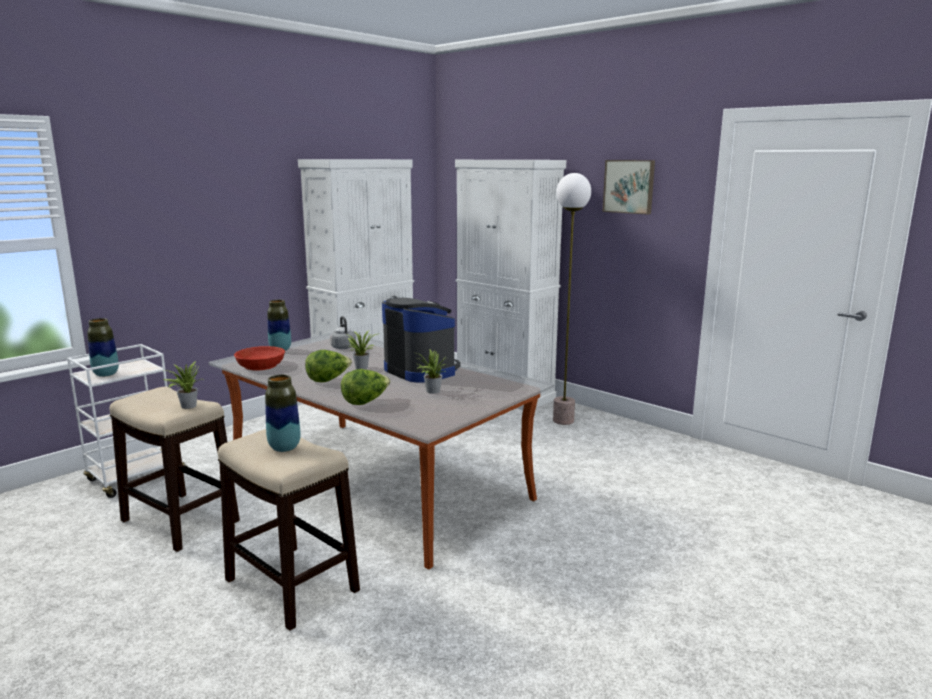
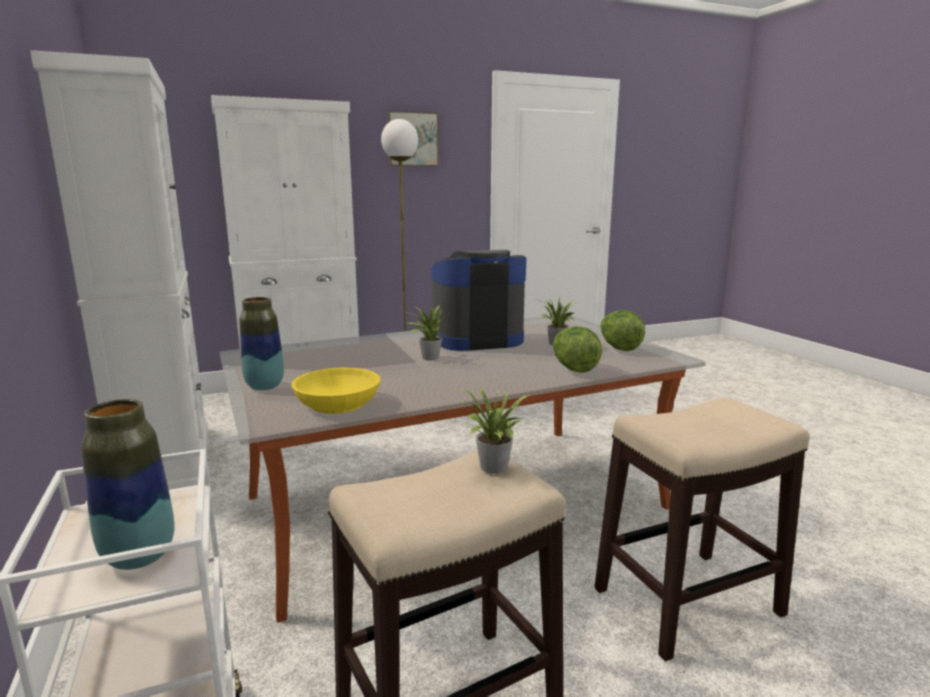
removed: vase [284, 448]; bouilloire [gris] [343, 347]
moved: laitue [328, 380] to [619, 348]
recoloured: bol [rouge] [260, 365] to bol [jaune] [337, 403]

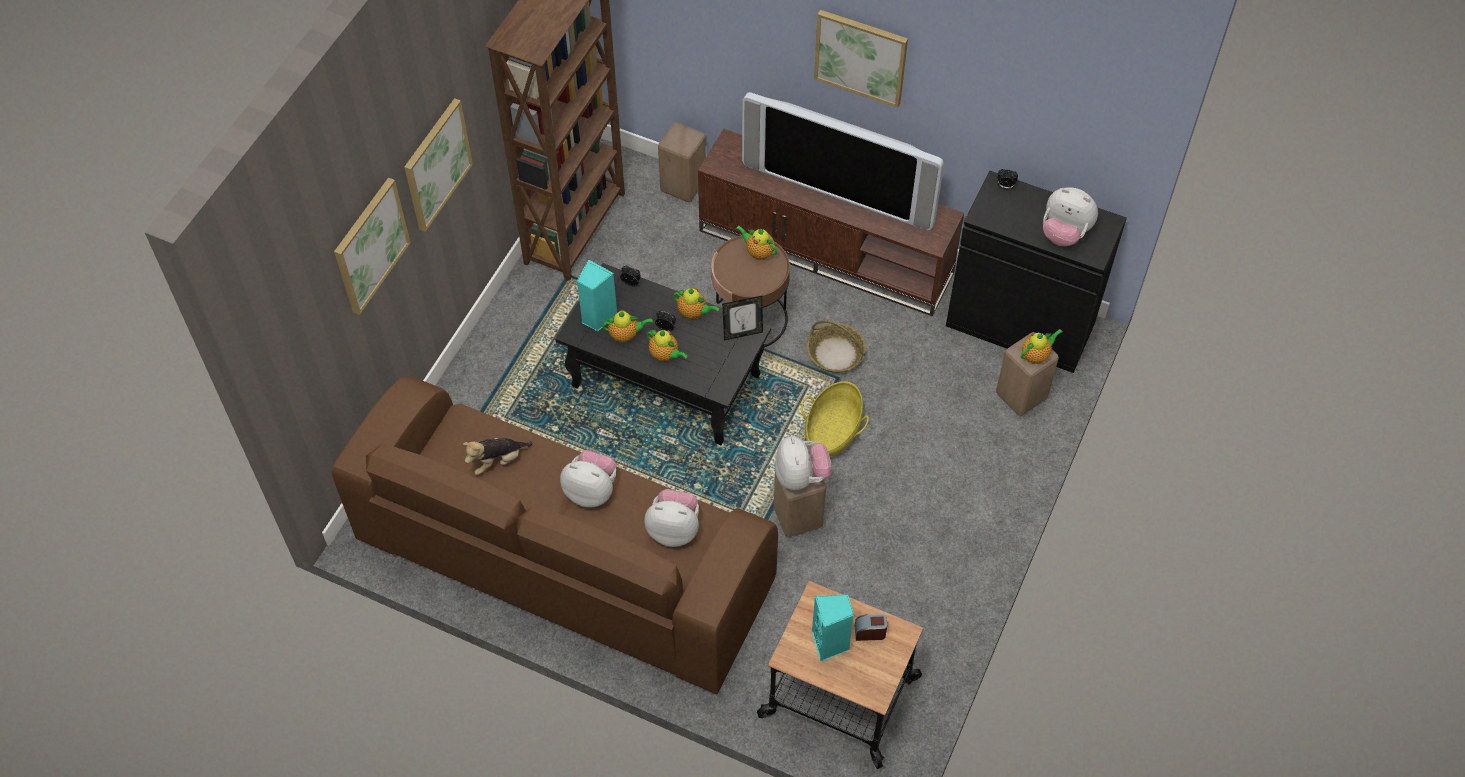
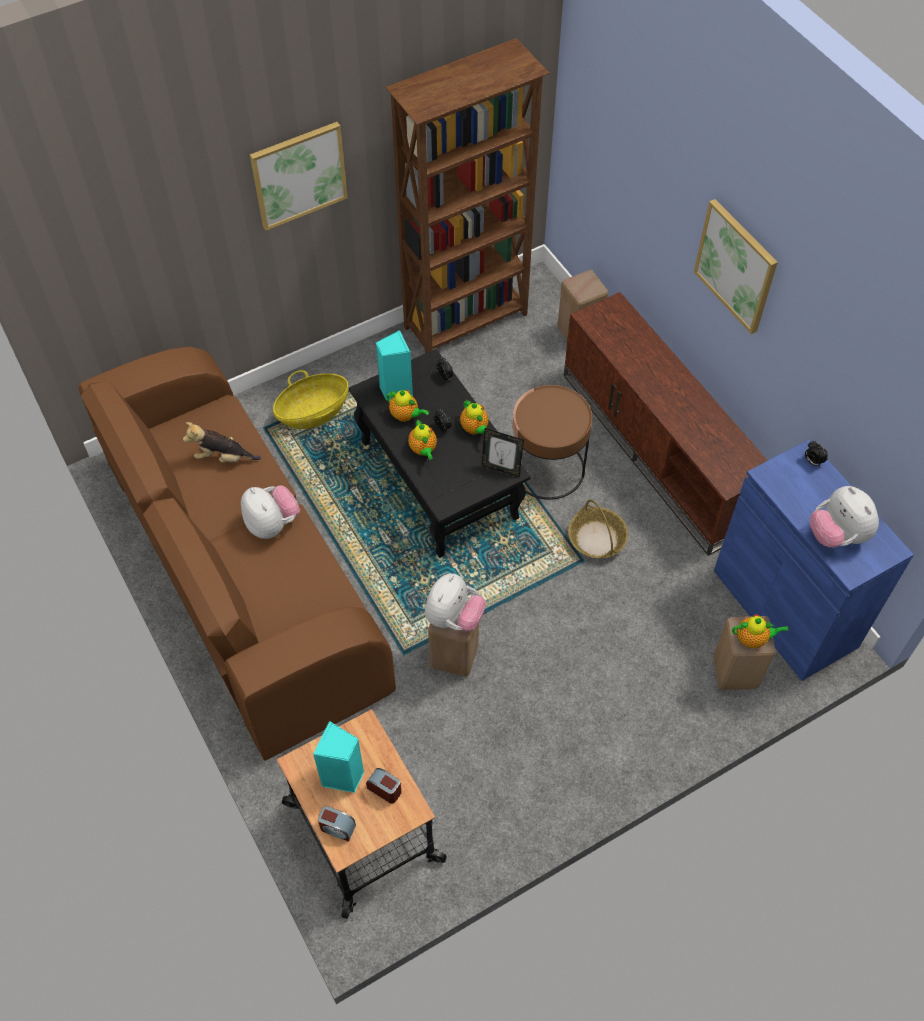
removed: tableau [370, 245]; peluche [674, 529]; théière [758, 252]; téléviseur [839, 190]
added: réveil [337, 828]
moved: panier [833, 431] to [313, 412]
recoloured: meuble de rangement [noir] [1020, 324] to meuble de rangement [bleu] [784, 608]

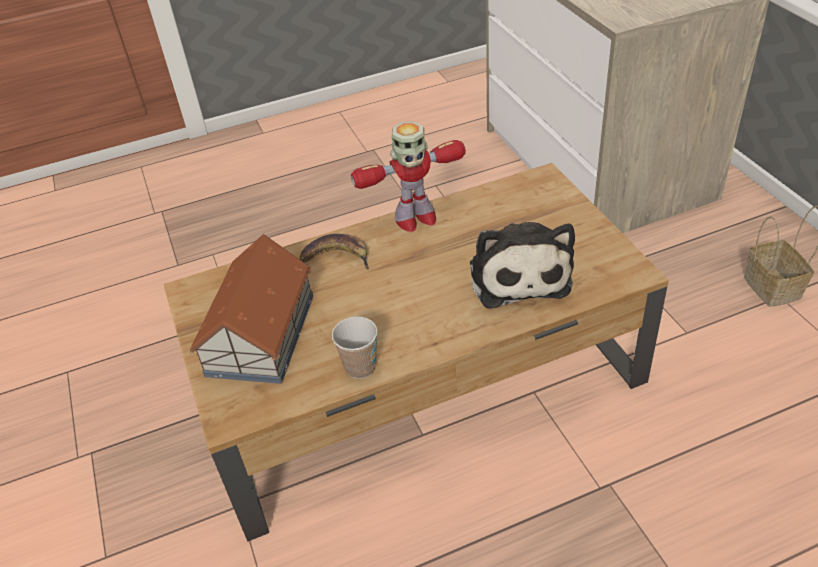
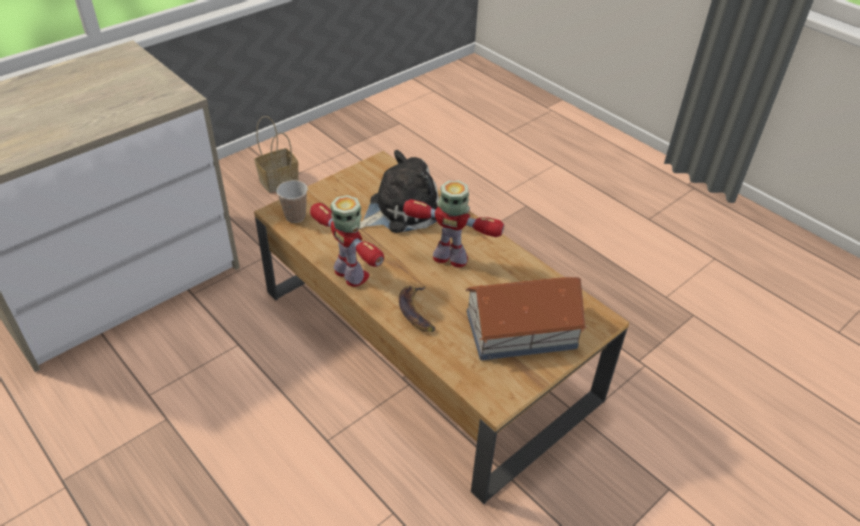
added: robot jouet [451, 258]
moved: tasse [360, 367] to [295, 216]

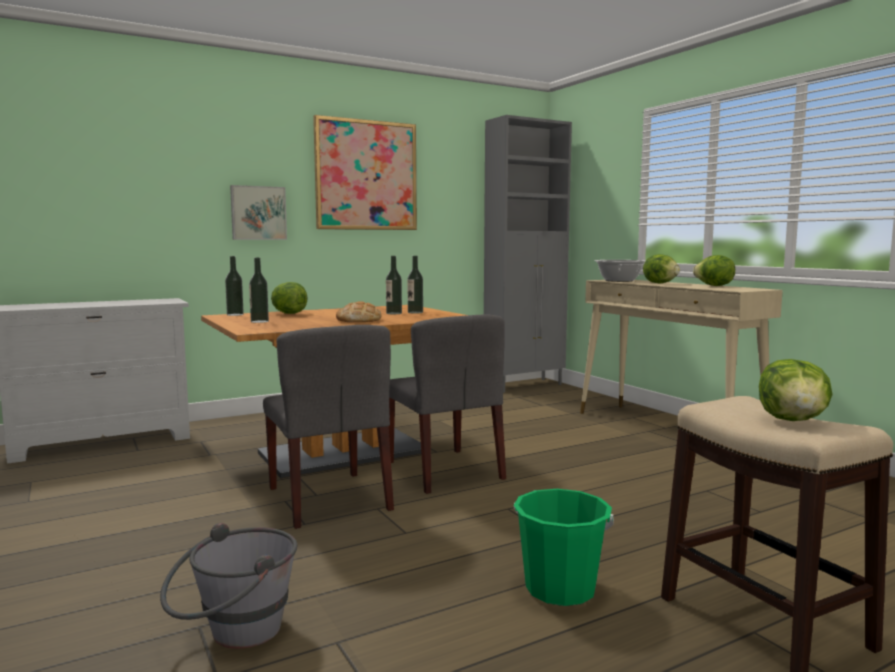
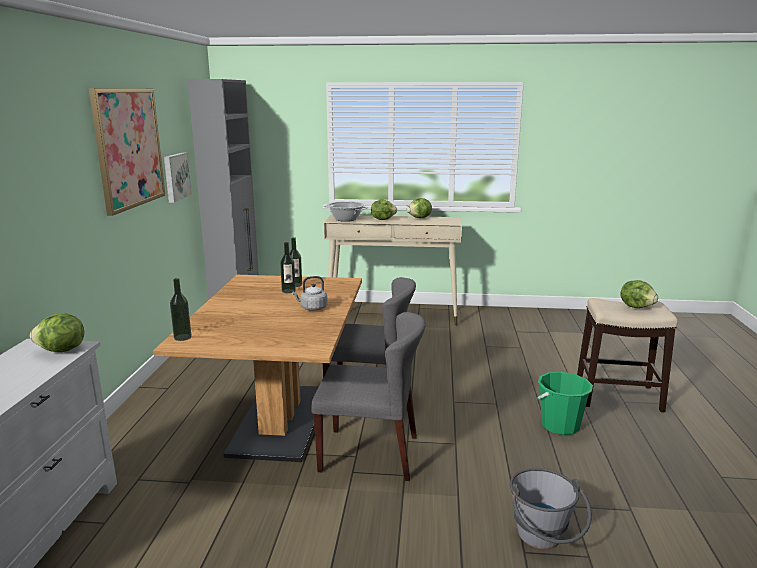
removed: bouteille [259, 321]
moved: tableau [258, 213] to [175, 176]; laitue [288, 313] to [61, 351]
replaced: pain [358, 320] to bouilloire [gris] [312, 308]

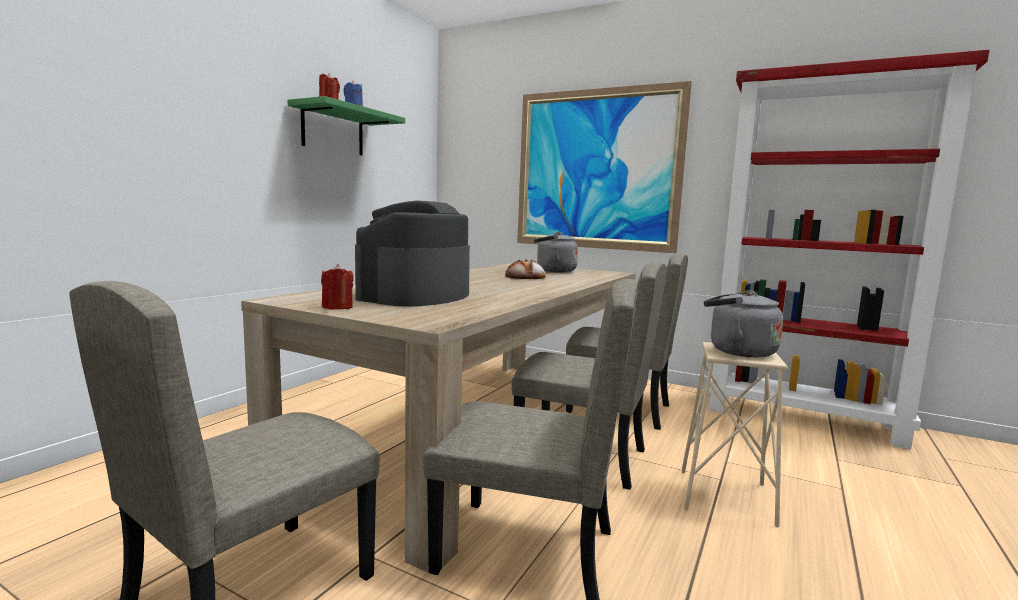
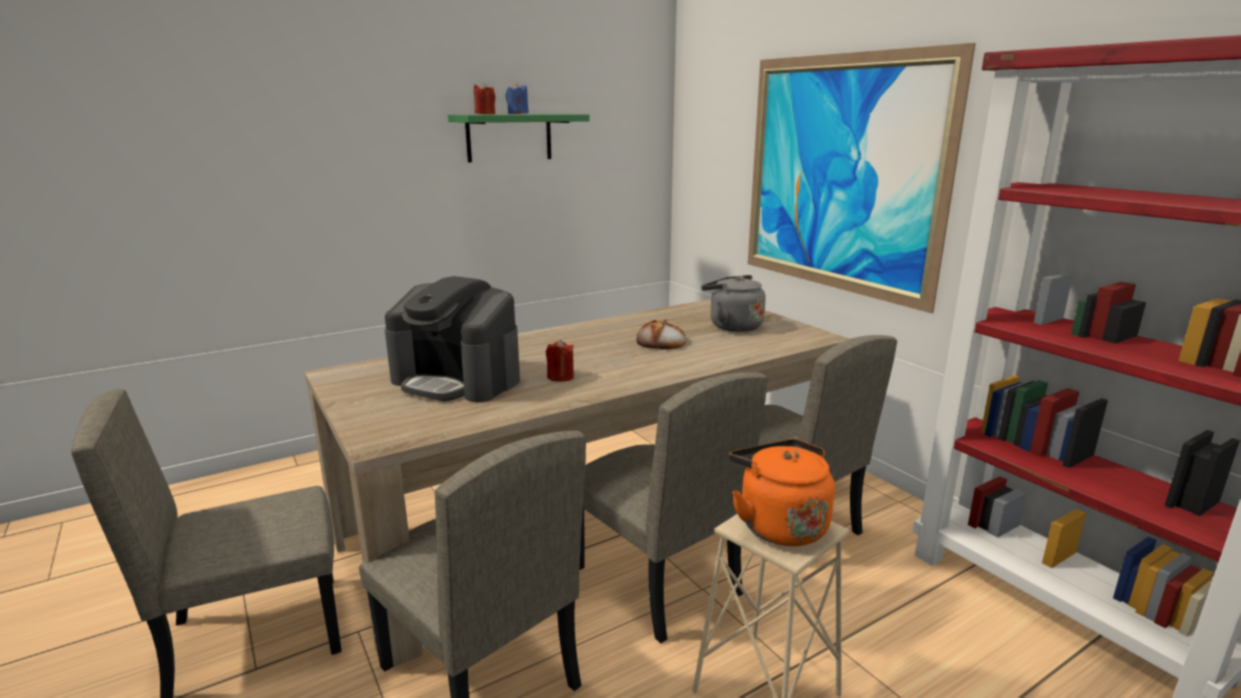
moved: bougie [rouge] [337, 307] to [560, 377]
recoloured: bouilloire [gris] [737, 351] to bouilloire [orange] [778, 524]
turned: machine à café [415, 296] = [457, 380] 120 degrees counterclockwise

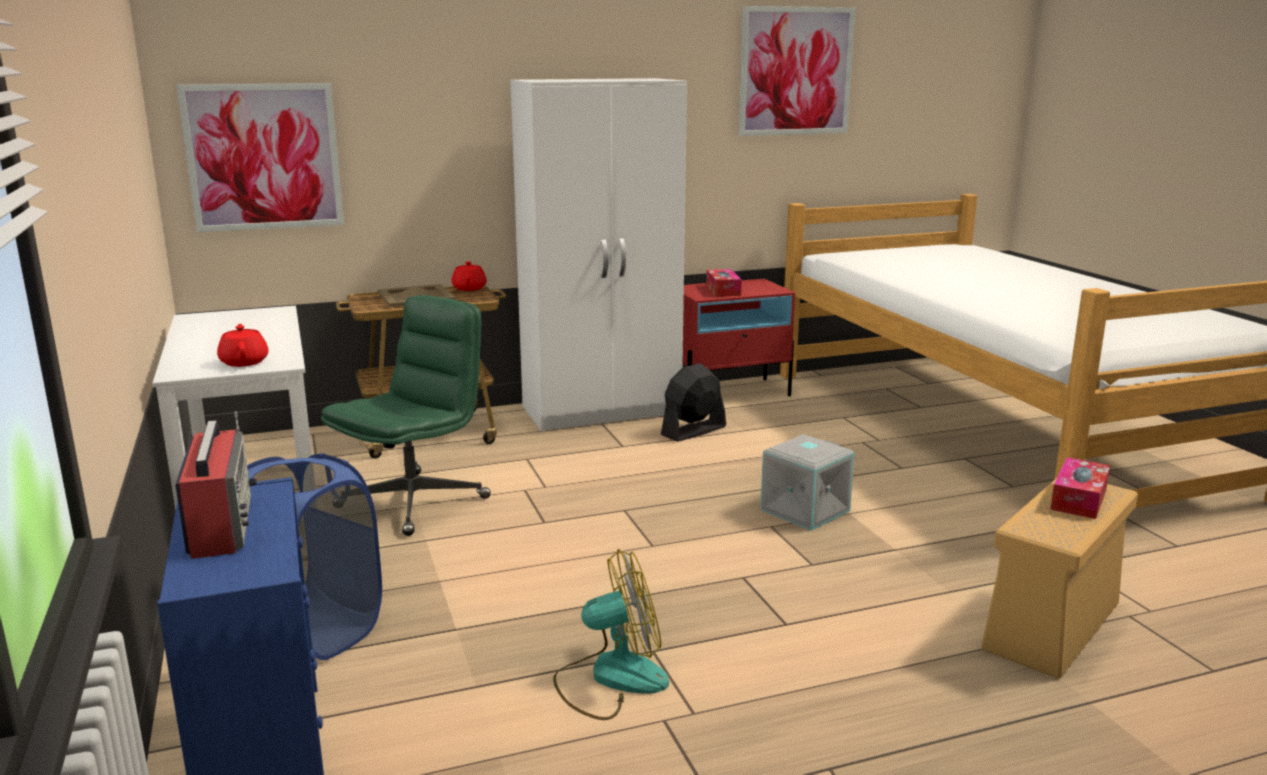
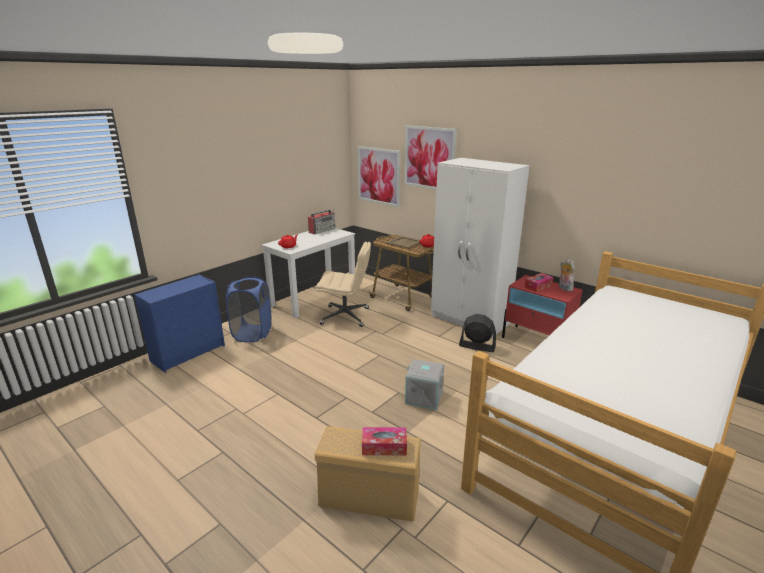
removed: ventilateur [611, 678]
added: peluche [564, 288]
moved: radio [221, 525] to [322, 230]; tableau [796, 71] to [429, 158]
recoloured: chaise de bureau [vert] [414, 502] to chaise de bureau [beige] [346, 316]

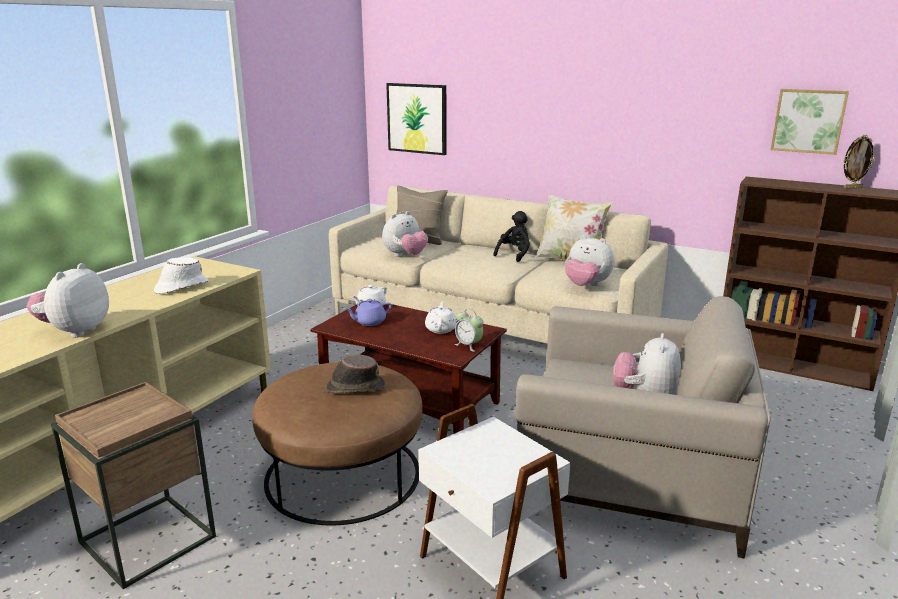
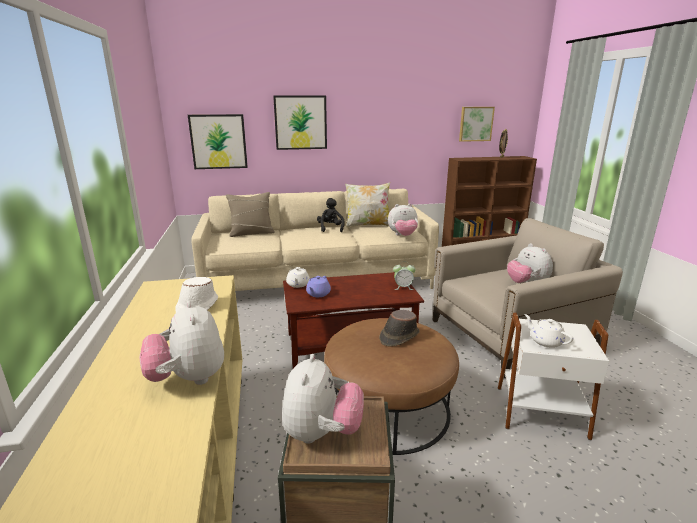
added: tableau [300, 122]
moved: peluche [405, 256] to [322, 433]; théière [blanc] [441, 329] to [545, 341]

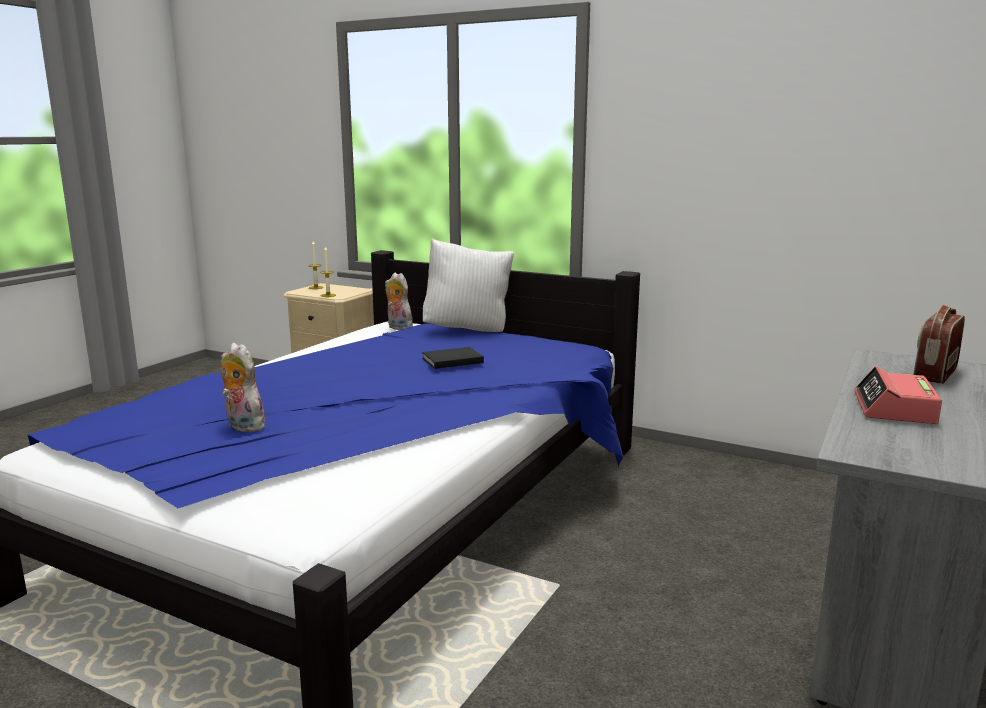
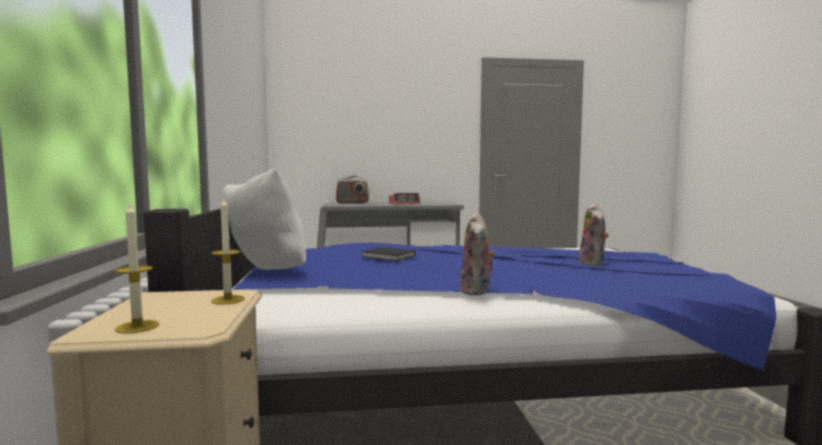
moved: peluche [398, 328] to [477, 291]

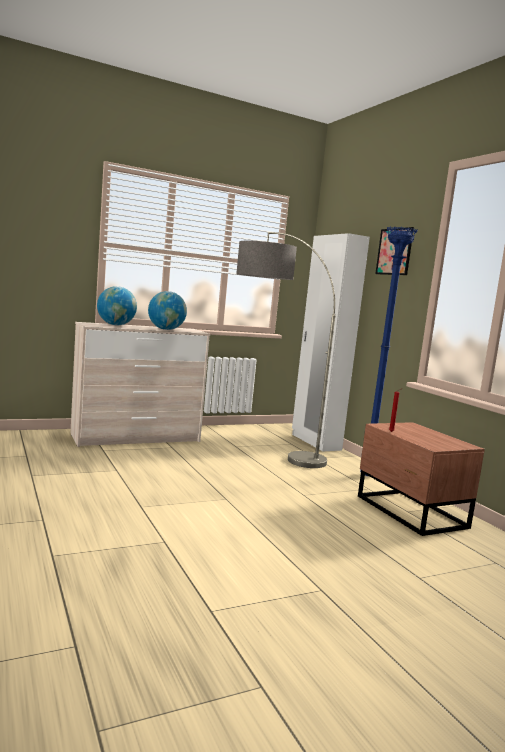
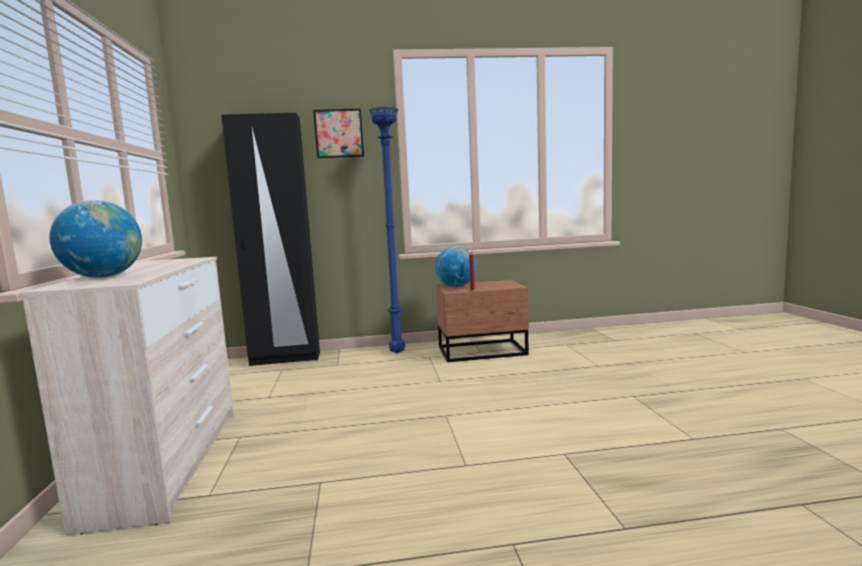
removed: lampadaire [266, 450]
moved: globe [166, 329] to [456, 286]
recoloured: armoire [blanc] [315, 442] to armoire [noir] [285, 359]

